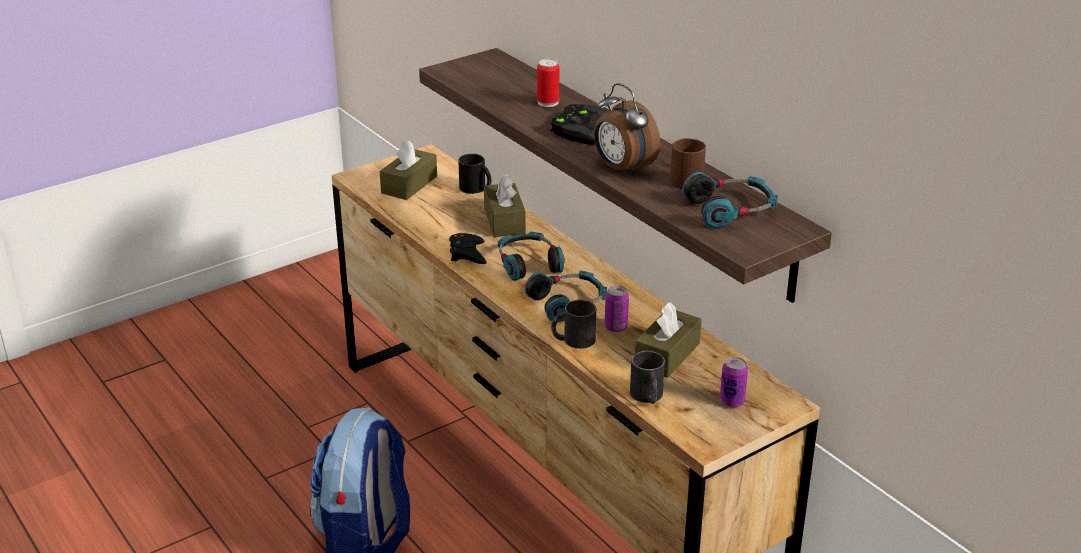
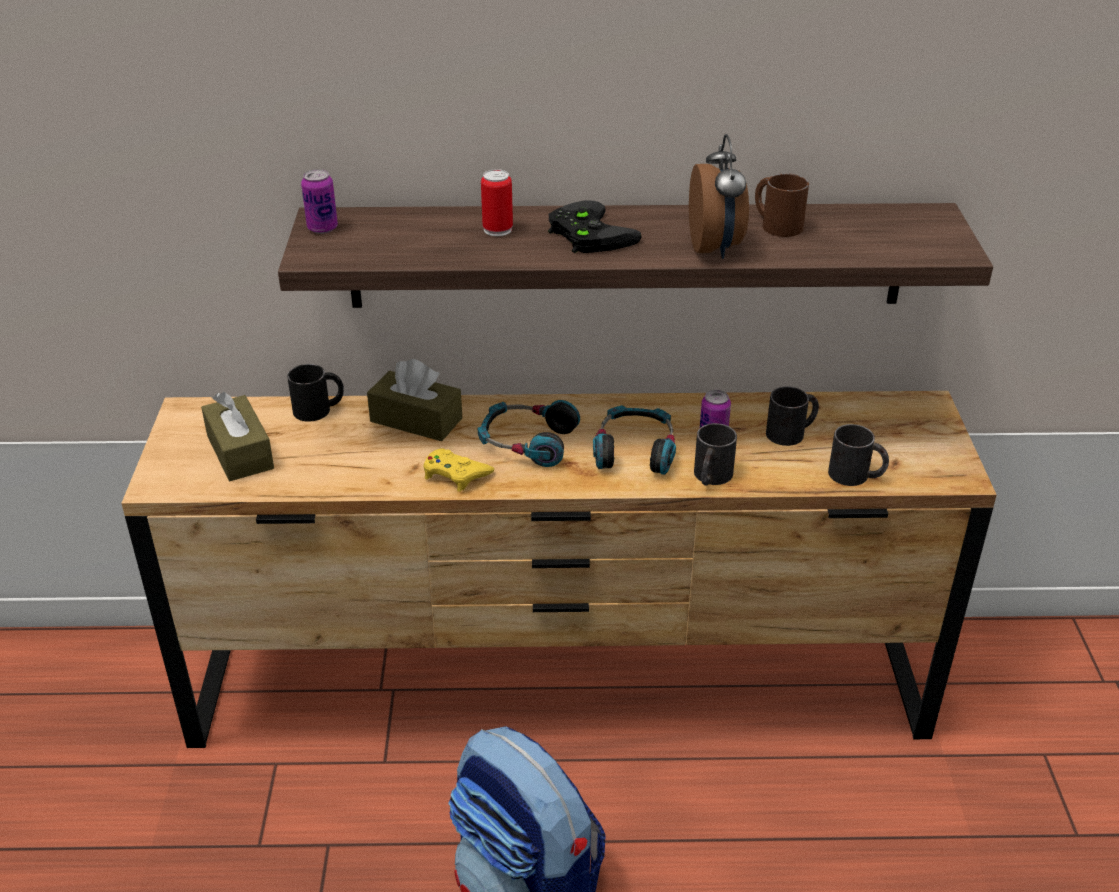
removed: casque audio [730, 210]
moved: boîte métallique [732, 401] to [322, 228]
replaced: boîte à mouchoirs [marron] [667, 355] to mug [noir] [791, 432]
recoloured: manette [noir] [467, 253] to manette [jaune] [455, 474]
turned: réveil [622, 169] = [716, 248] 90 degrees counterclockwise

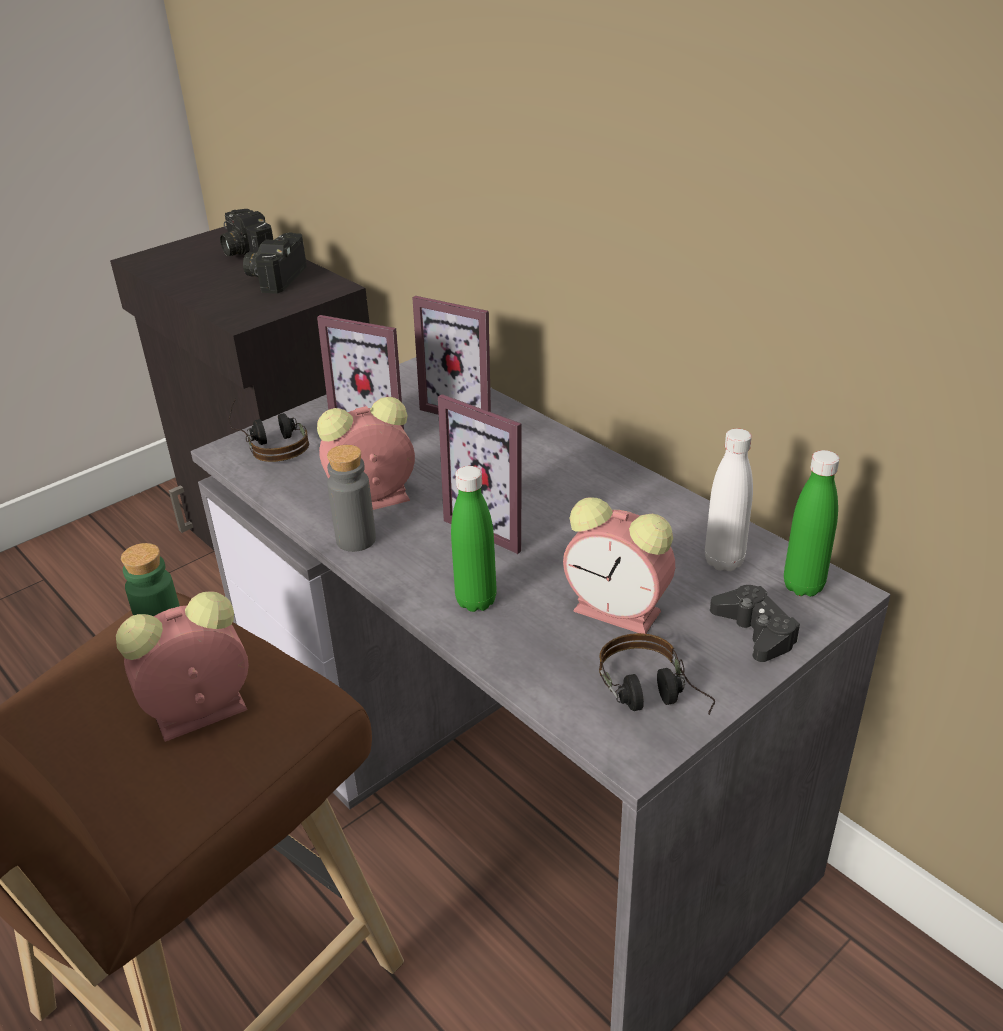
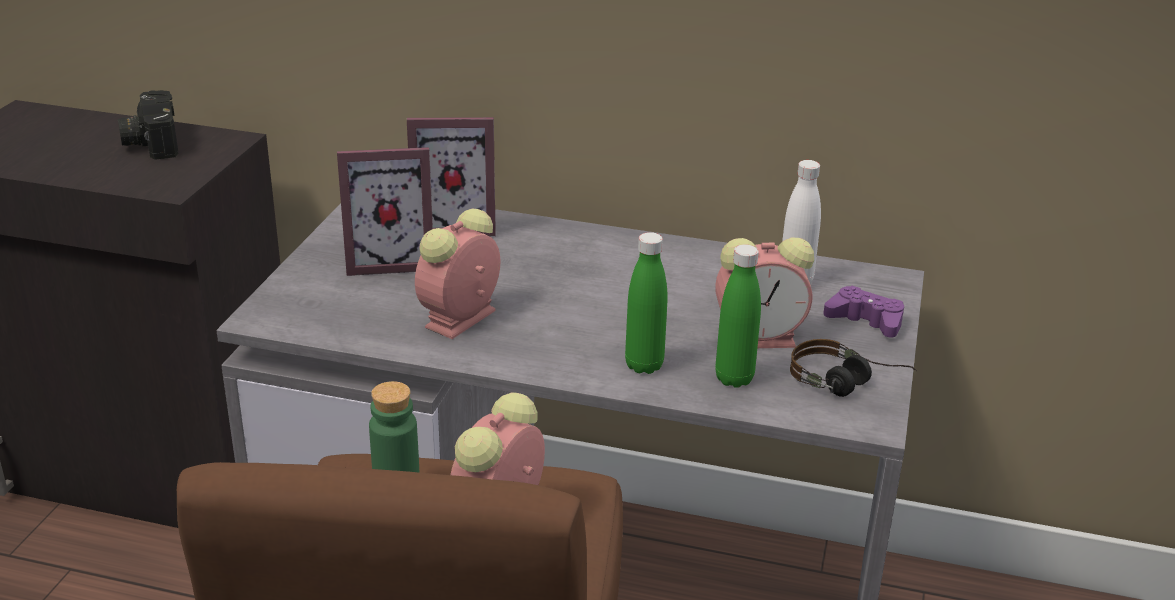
removed: appareil photo [244, 252]; casque audio [270, 441]; bouteille [gris] [356, 540]; cadre photo [497, 524]
moved: bouteille [vert] [803, 586] to [734, 378]
recoloured: manette [noir] [755, 631] to manette [violet] [865, 320]

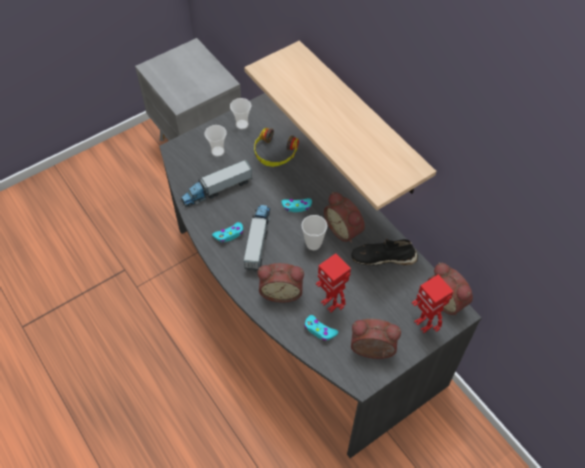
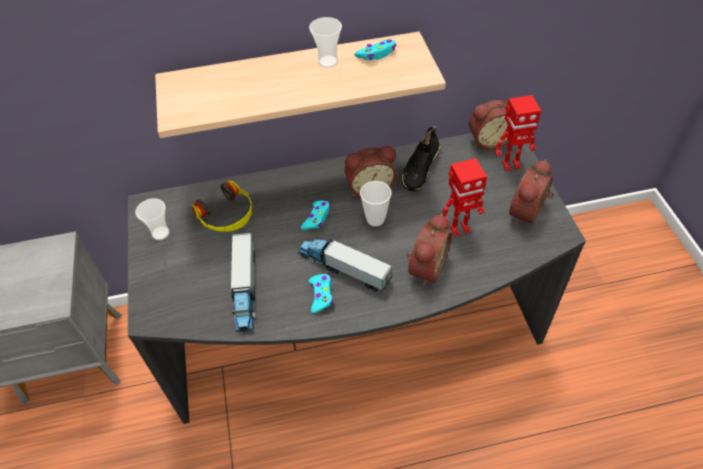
moved: tasse [217, 151] to [328, 62]; manette [turquoise] [319, 330] to [377, 54]

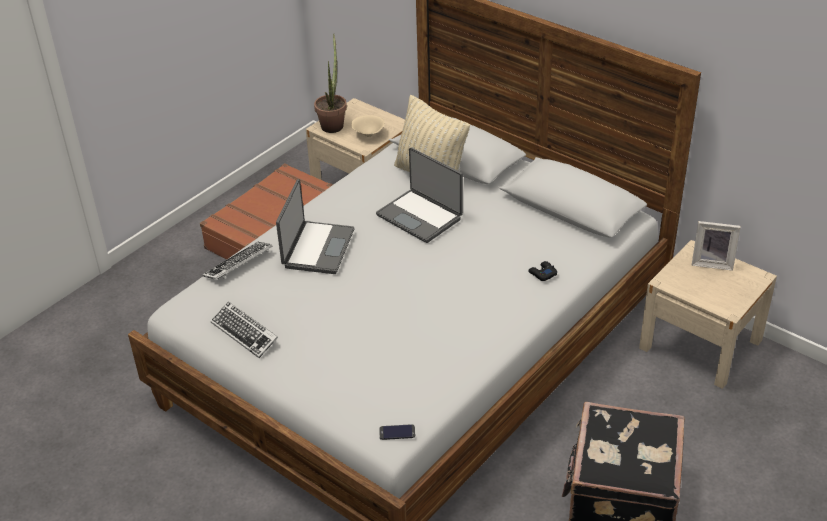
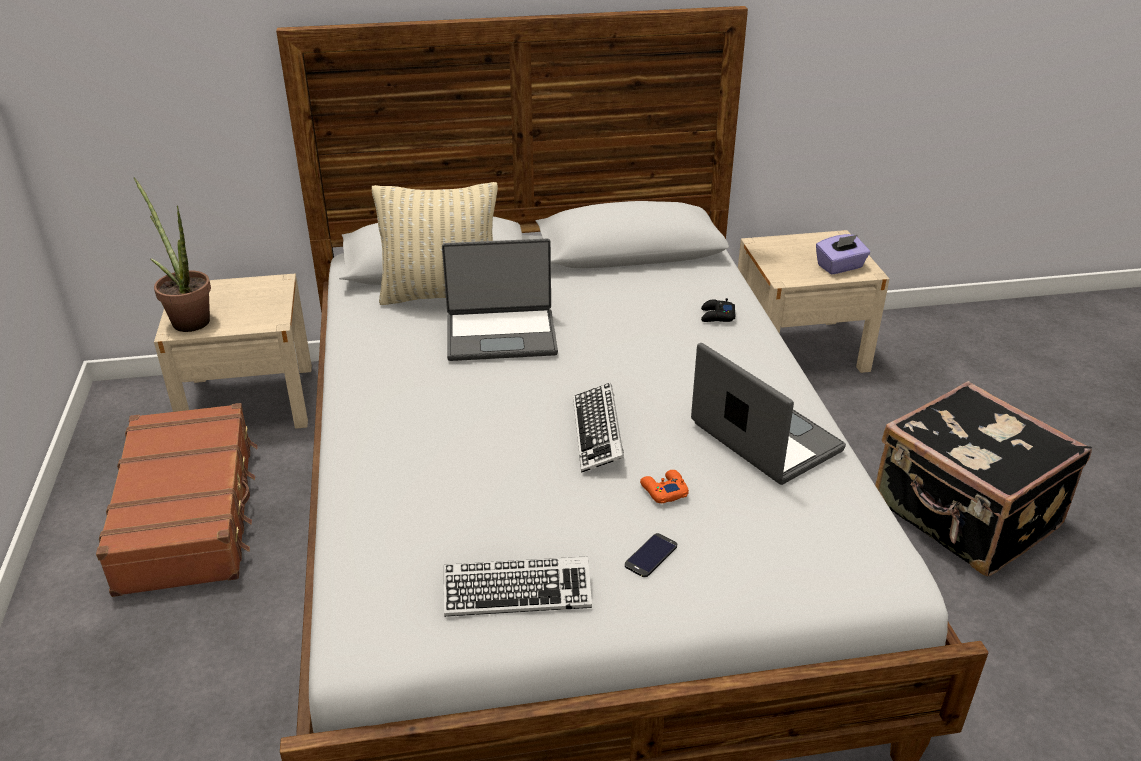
removed: bol [beige] [368, 135]; cadre photo [712, 262]
added: manette [orange] [663, 490]; boîte à mouchoirs [violet] [840, 267]
moved: clavier [238, 265] to [597, 433]; ordinateur portable [317, 248] to [763, 438]; téléphone [397, 432] to [651, 555]

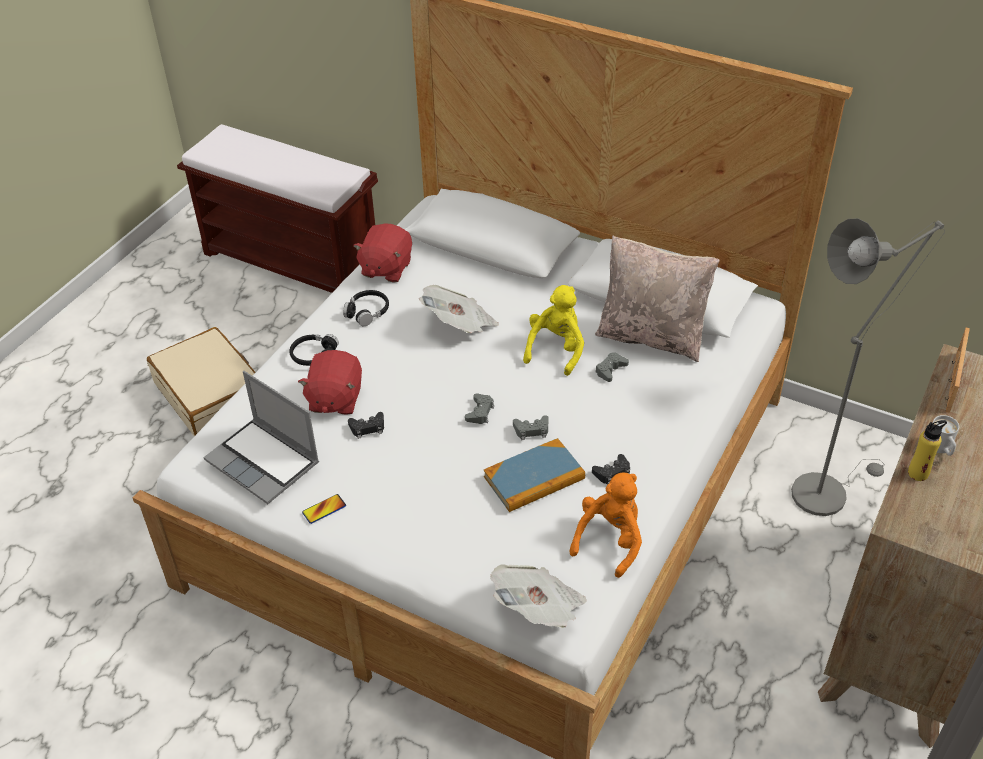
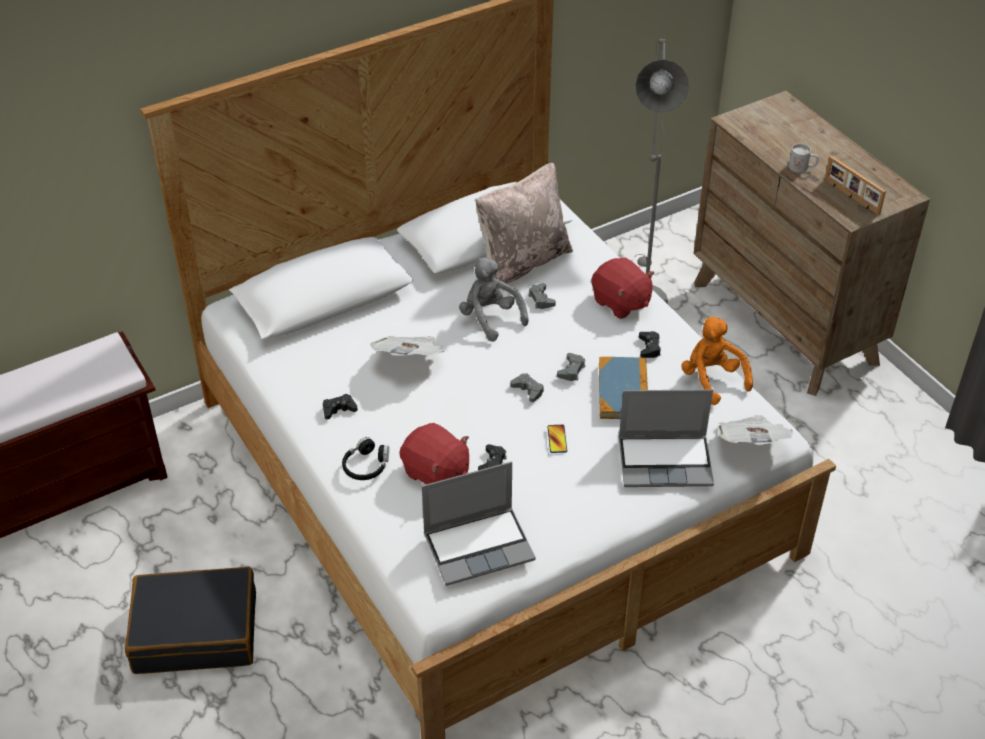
removed: bouteille [jaune] [918, 473]
added: ordinateur portable [666, 461]
moved: téléphone [324, 509] to [557, 439]; peluche [rouge] [386, 268] to [620, 302]; cadre photo [951, 382] to [851, 197]
replaced: casque audio [noir] [367, 312] to manette [noir] [338, 409]
recoloured: valise [beige] [211, 394] to valise [noir] [196, 631]; peluche [jaune] [556, 349] to peluche [gris] [490, 318]

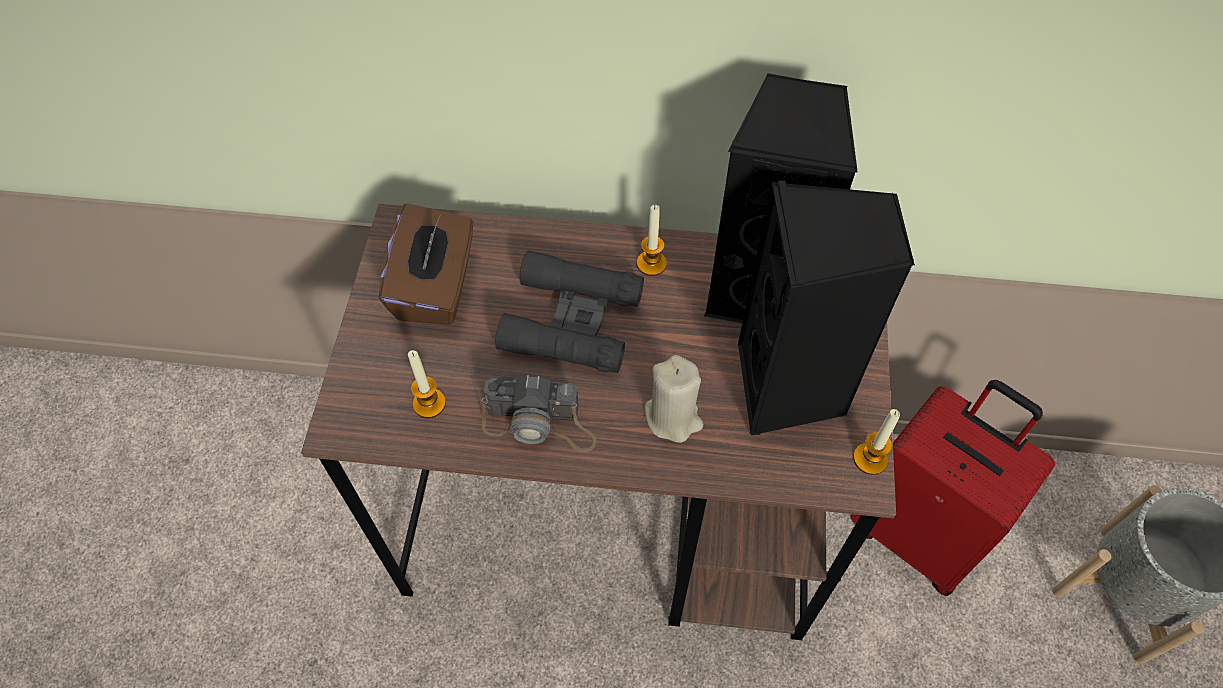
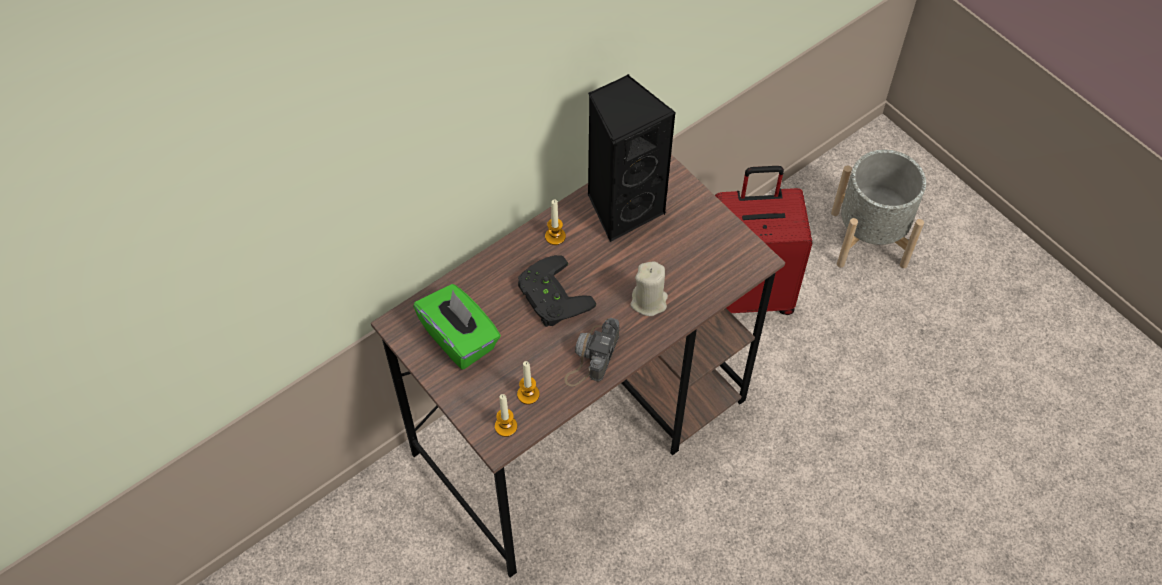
removed: enceinte [noir] [790, 388]
moved: bougie [870, 459] to [506, 426]
replaced: jumelles [noir] [572, 321] to manette [noir] [549, 297]
recoloured: boîte à mouchoirs [marron] [436, 287] to boîte à mouchoirs [vert] [460, 338]
turned: appareil photo [539, 423] = [592, 357] 150 degrees clockwise

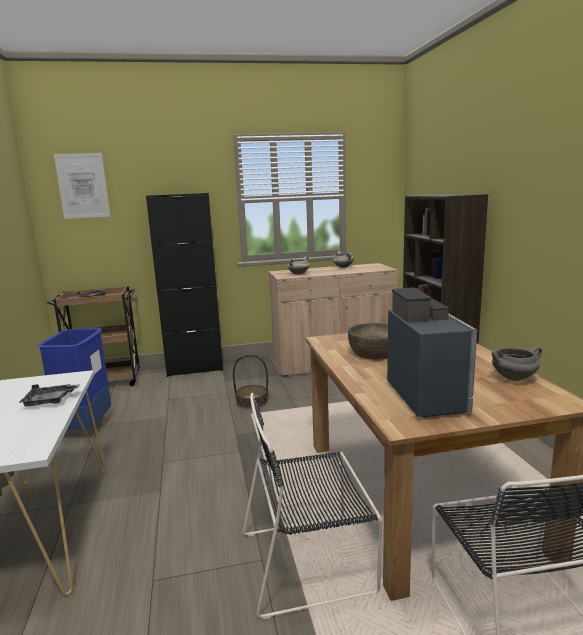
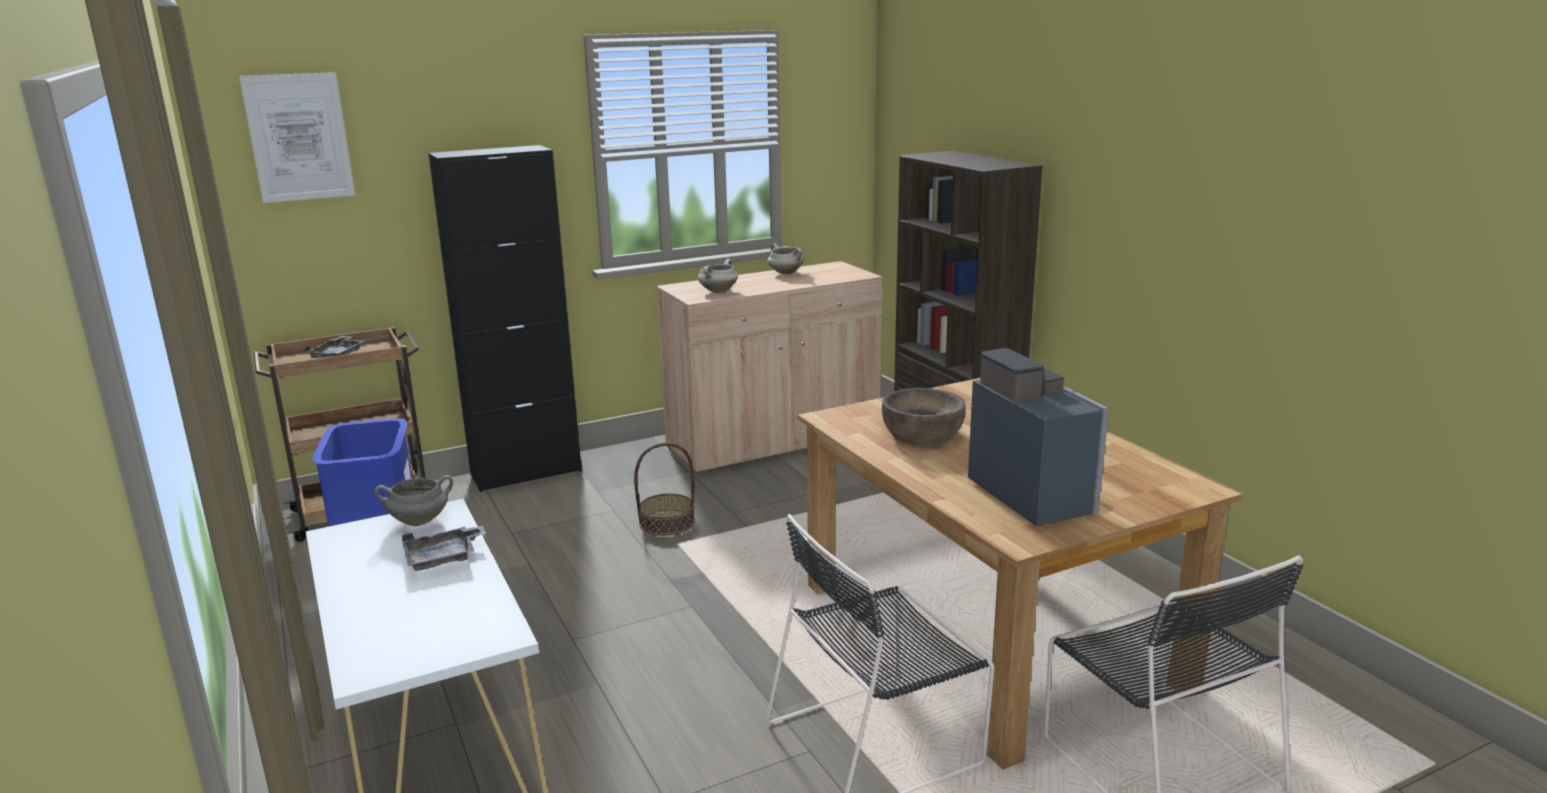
moved: marmite [gris] [514, 378] to [420, 521]

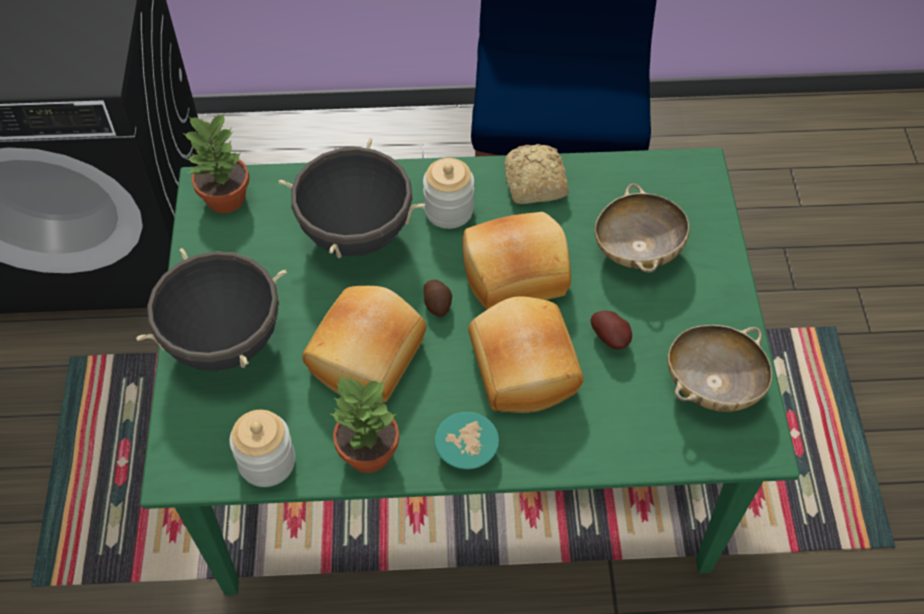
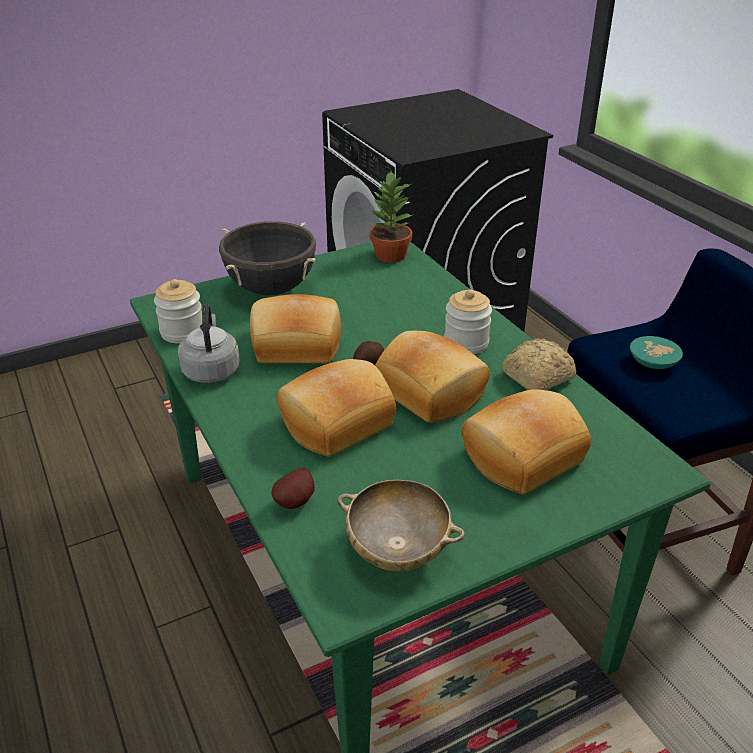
removed: marmite [noir] [356, 233]
moved: bol [turquoise] [467, 447] to [655, 362]; pomme de terre [611, 338] to [297, 502]
replaced: plante en pot [367, 452] to bouilloire [gris] [211, 370]; bol [beige] [637, 249] to pain [520, 455]

